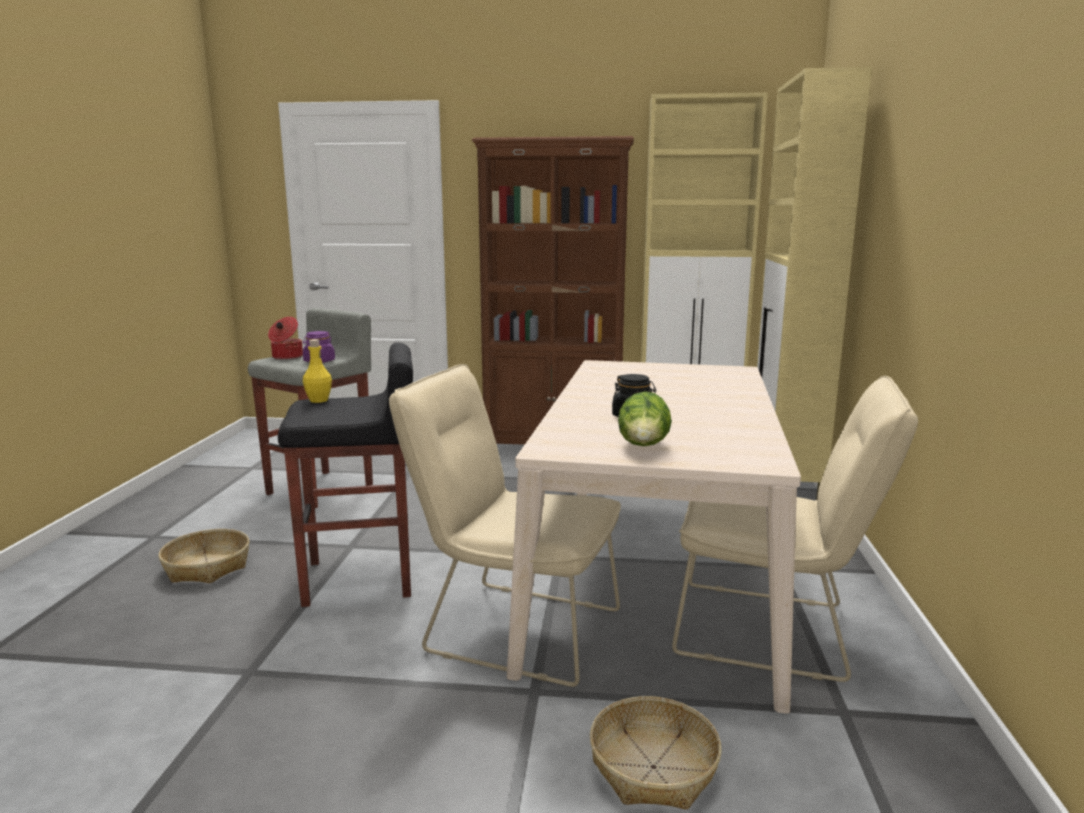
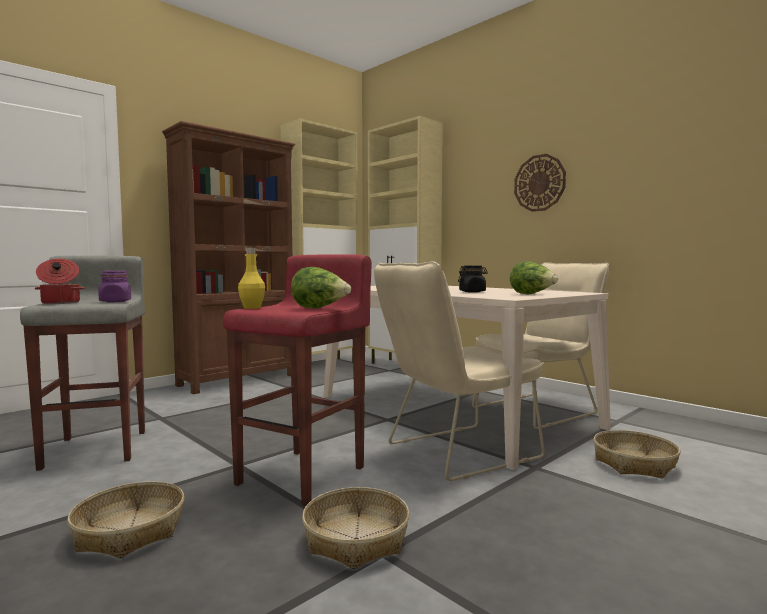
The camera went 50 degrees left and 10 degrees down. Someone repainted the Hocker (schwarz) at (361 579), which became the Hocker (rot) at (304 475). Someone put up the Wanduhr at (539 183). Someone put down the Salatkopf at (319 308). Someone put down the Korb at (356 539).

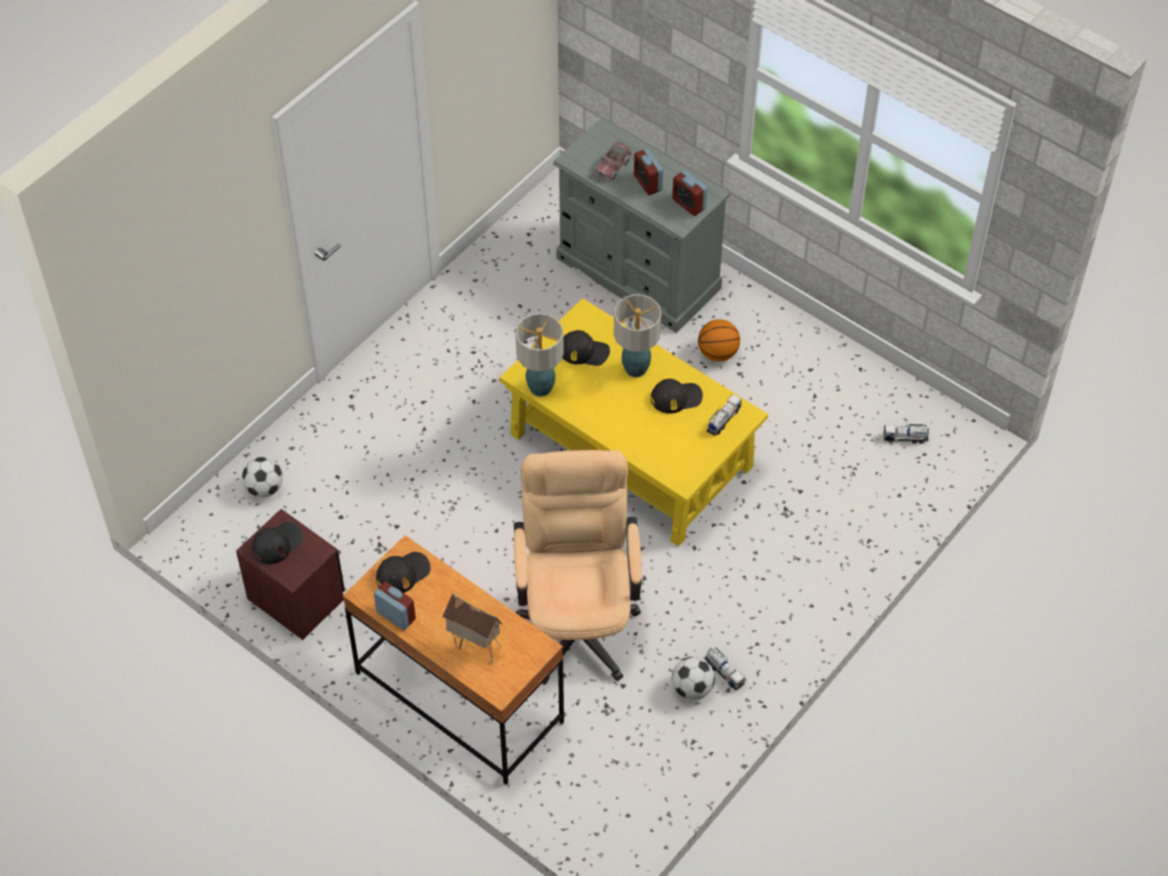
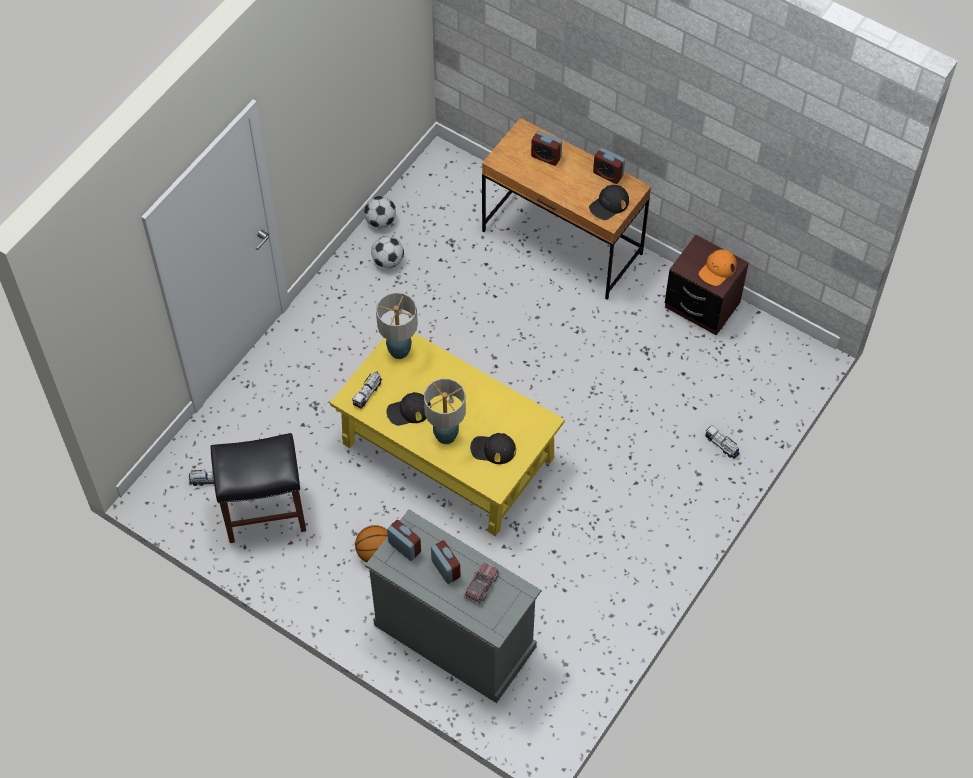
The camera went 175 degrees right and 5 degrees up. Someone carried the Tischlampe from (541 388) to (399 350). Someone took away the Bürostuhl (beige) at (578 620). Someone carried the Fußball from (264 488) to (381 221). Someone repainted the Kappe (schwarz) at (277 543), which became the Kappe (orange) at (717 269). Someone swapped the Spielzeughaus at (474 647) for the Wecker at (546 157). Someone carried the Spielzeuglaster from (724 672) to (721 445). Someone put down the Hocker (schwarz) at (266 511).

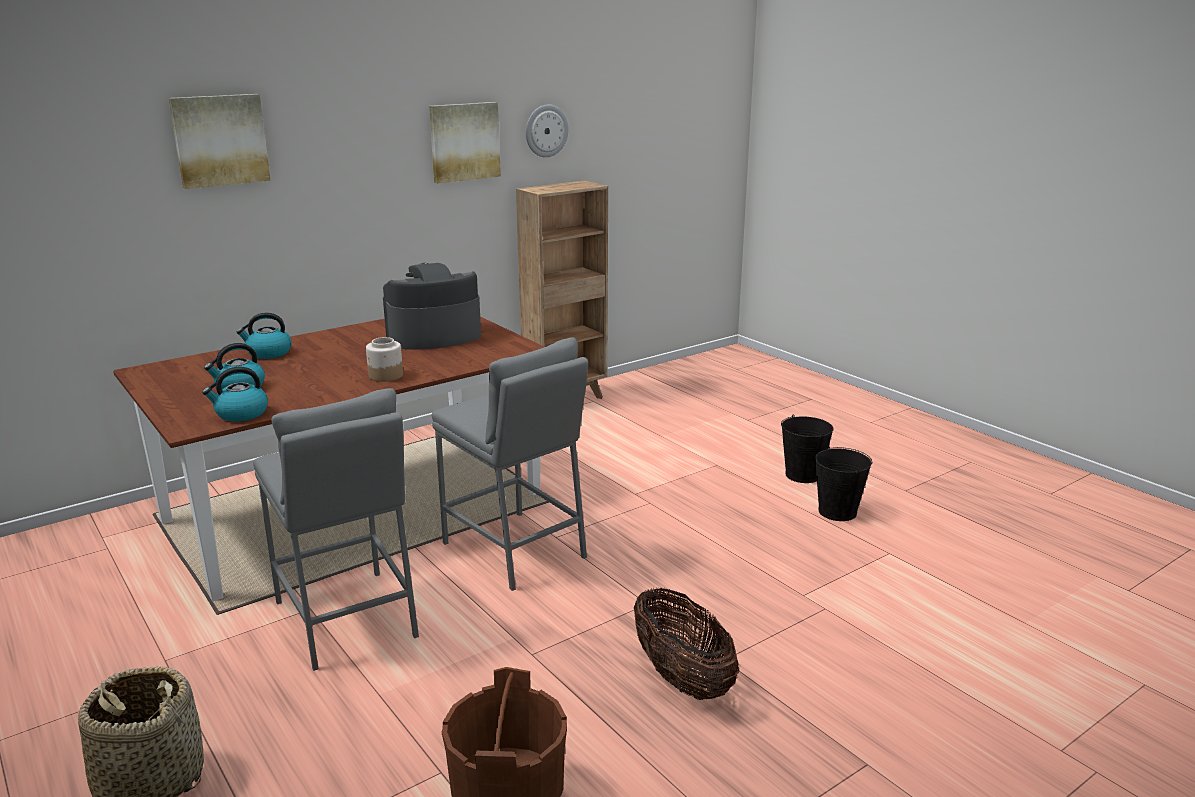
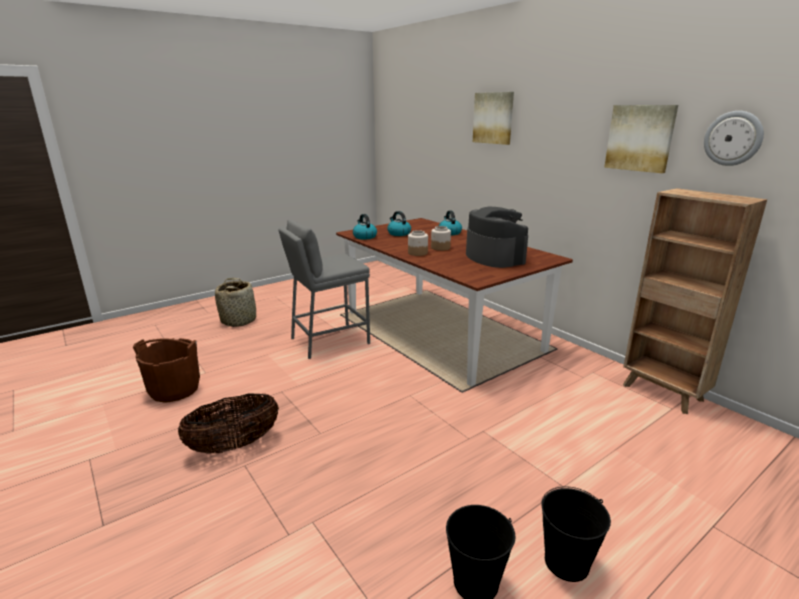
The camera went 90 degrees right and 0 degrees up. Someone took away the Hocker (grau) at (514 550). Someone put down the Vorratsglas at (440 248).

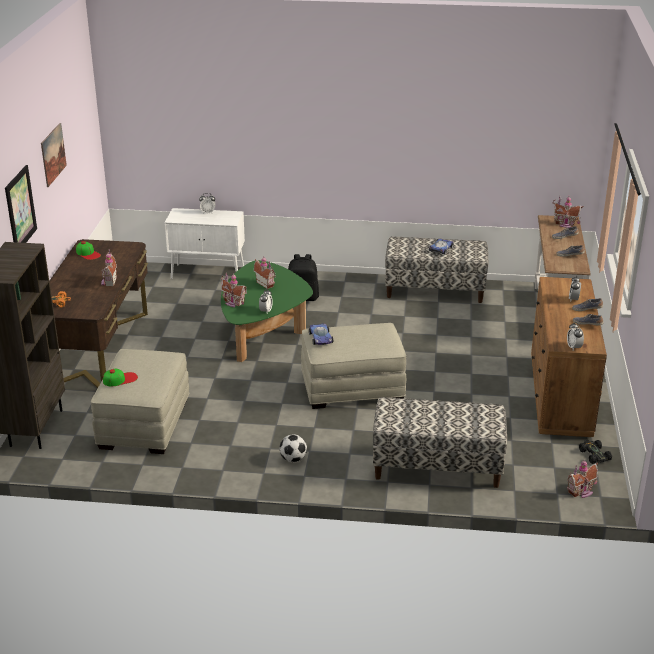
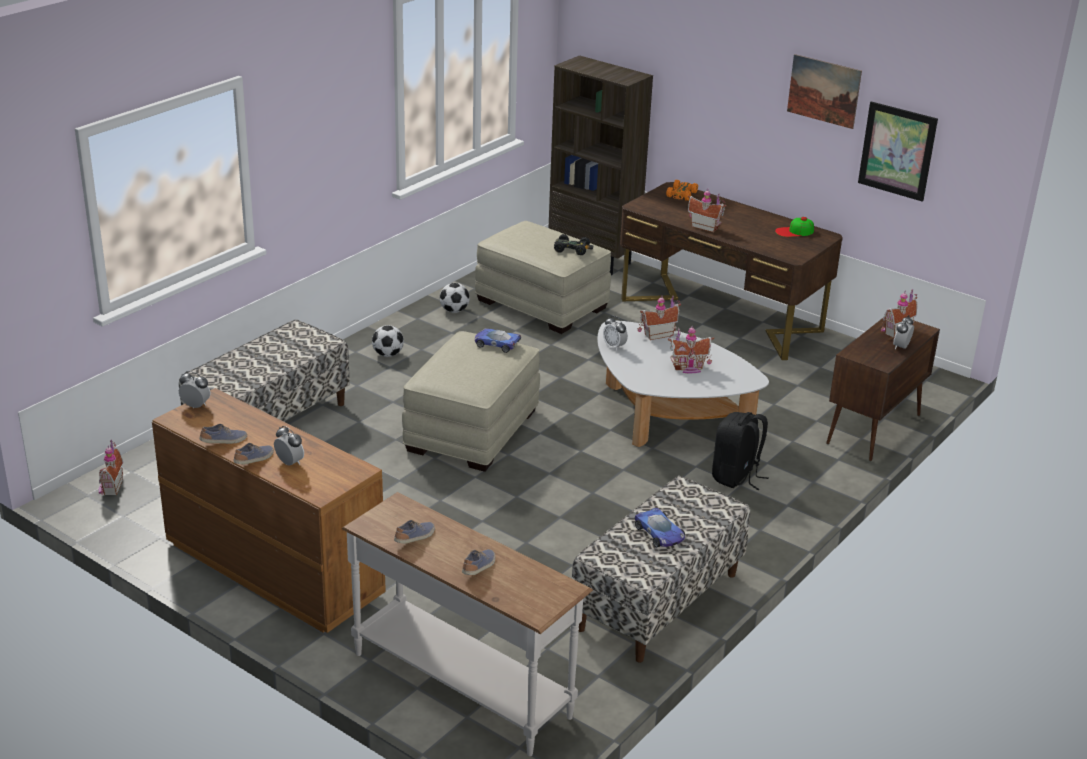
The camera went 120 degrees right and 0 degrees up. Someone carried the Bild from (20 209) to (897 151). Someone carried the Spielzeughaus from (565 224) to (895 331). Someone repainted the Schrank (weiß) at (208 273), which became the Schrank (braun) at (873 430). Someone repainted the Couchtisch (grün) at (263 331), which became the Couchtisch (weiß) at (667 419). Someone took away the Kappe at (120 379). Someone carried the Spielzeugauto (schwarz) from (594 455) to (572 249). Someone put down the Fußball at (454 311).

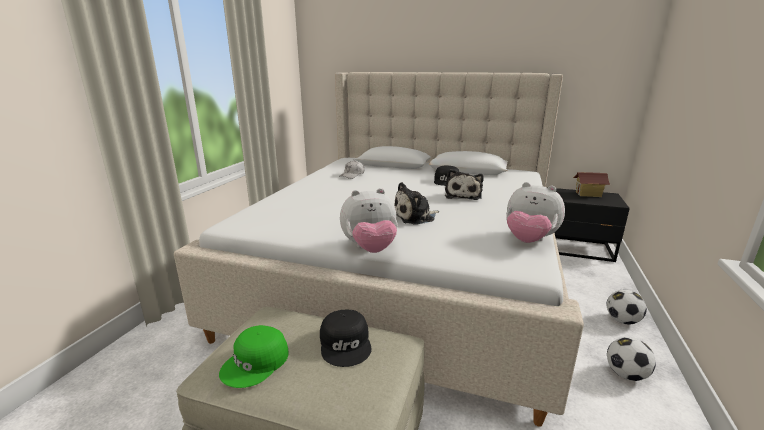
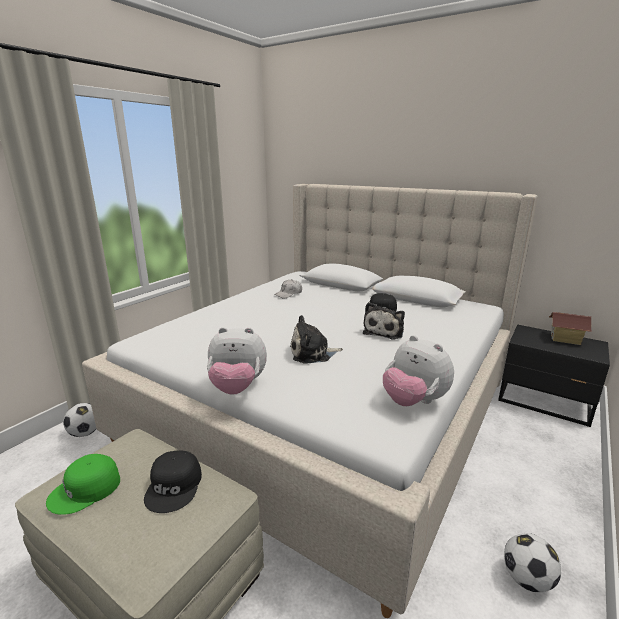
The camera went 15 degrees right and 0 degrees up. Someone carried the Fußball from (622 320) to (85 433).

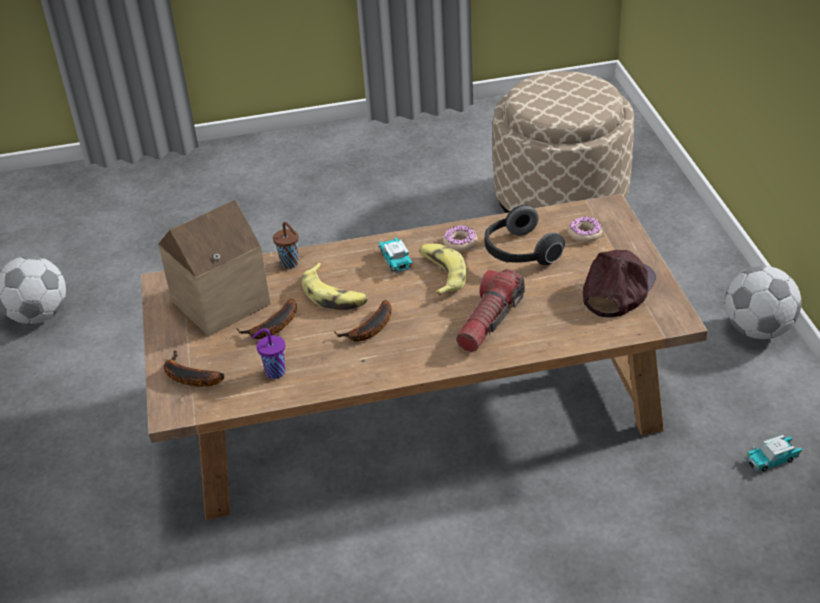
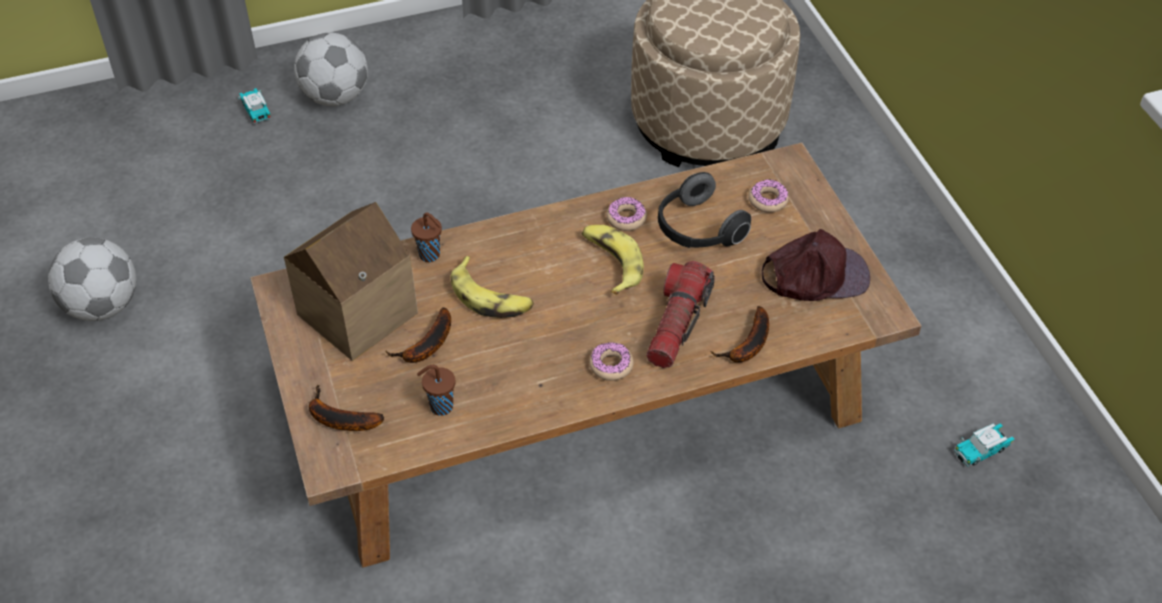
The camera went 10 degrees left and 10 degrees up. Someone carried the Spielzeugauto from (396 261) to (256 111). Someone rotated the Kappe (braun) at (617 289) by 60 degrees clockwise. Someone carried the Fußball from (758 330) to (336 97). Someone carried the Banane from (369 330) to (748 345). Someone repainted the Tasse (lila) at (274 372), which became the Tasse (braun) at (440 407). Someone put down the Donut at (611 365).

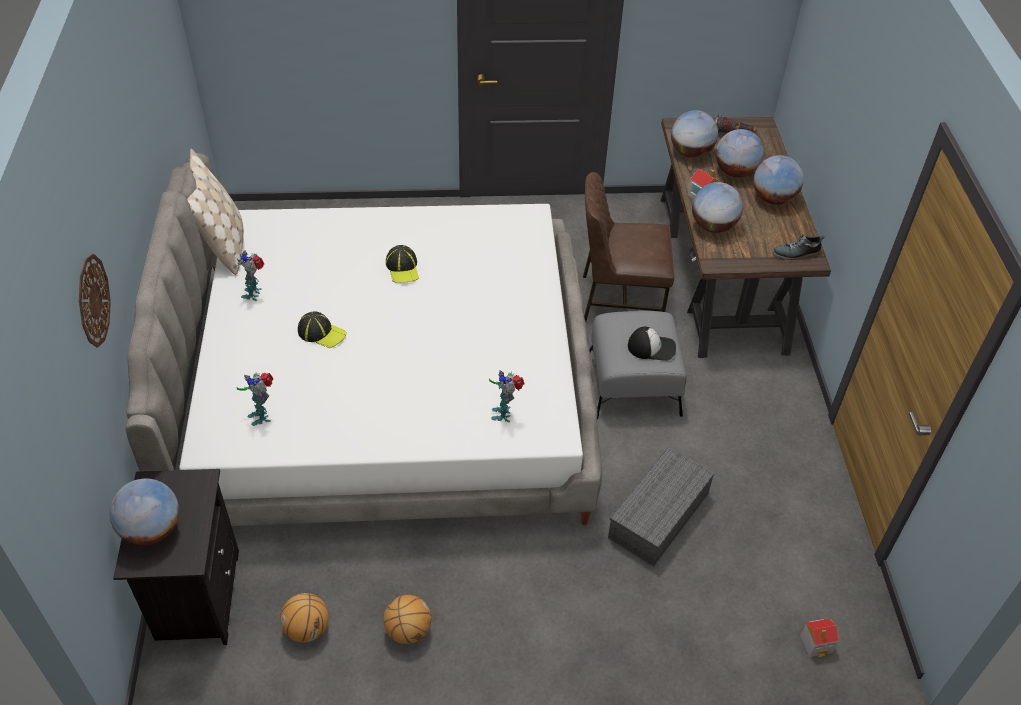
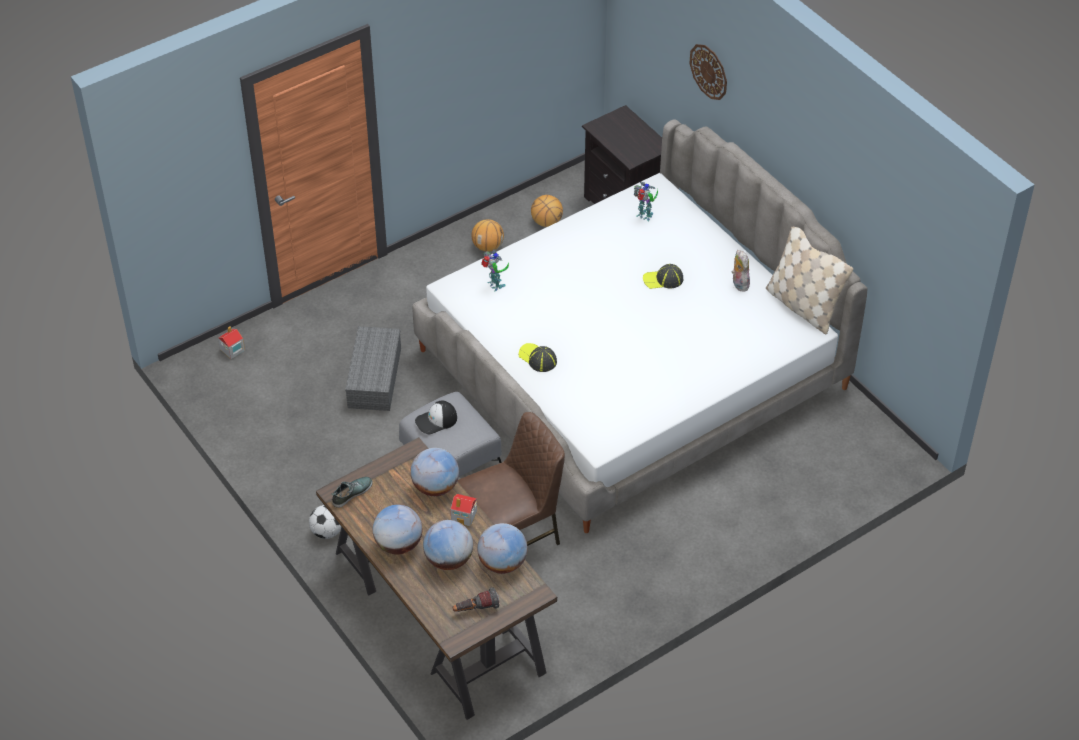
The camera went 150 degrees right and 0 degrees up. Someone carried the Kappe from (403 268) to (537 358). Someone swapped the Spielzeugroboter at (254 293) for the Plüschtier at (739 283). Someone took away the Globus at (151 529). Someone put down the Fußball at (327 532).

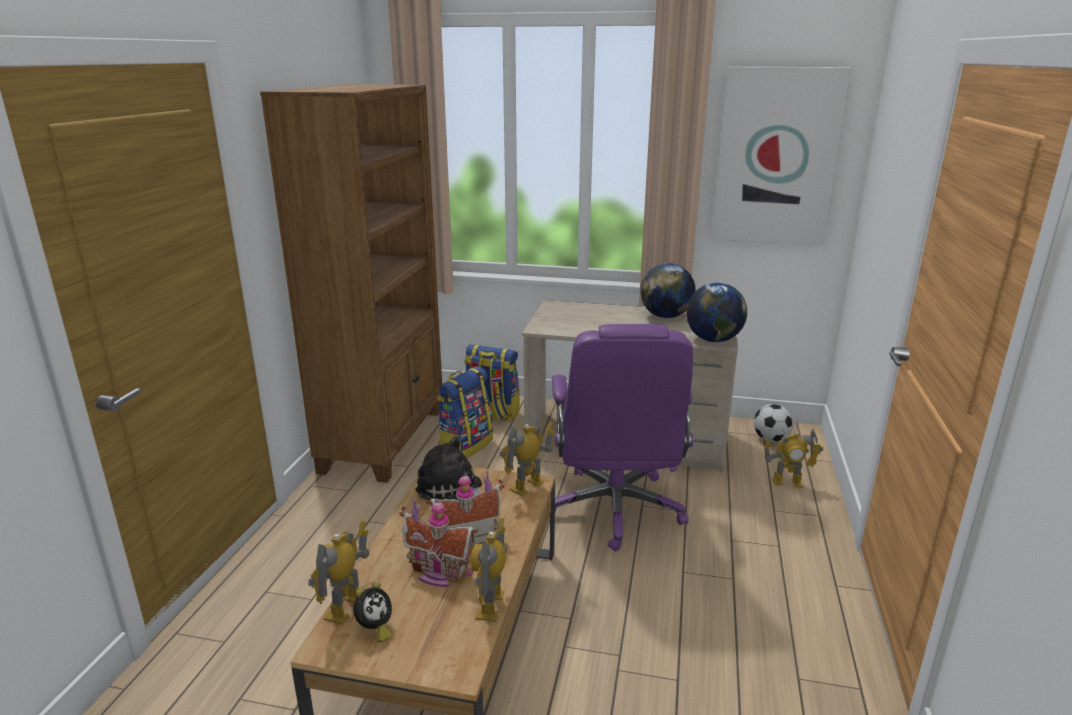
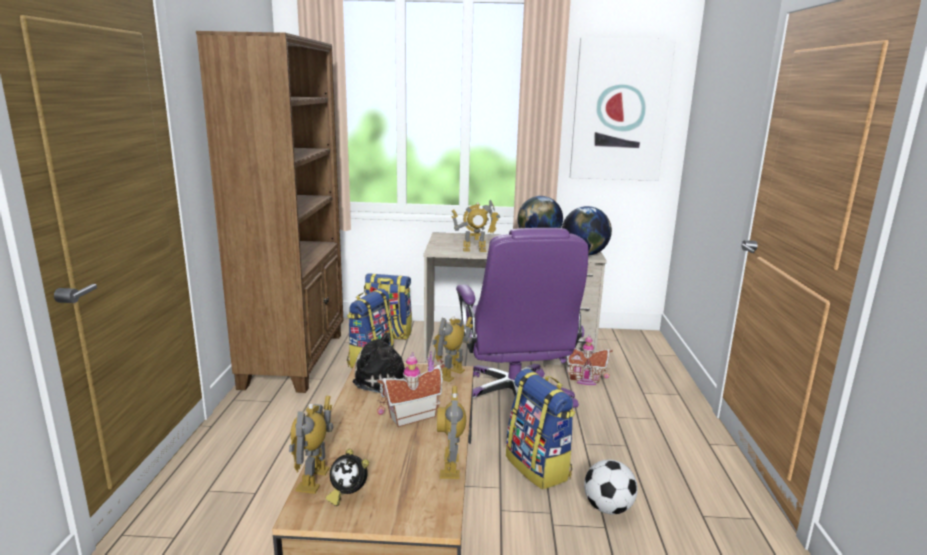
The camera went 10 degrees left and 5 degrees down. Someone carried the Fußball from (771 439) to (608 508). Someone carried the Spielzeugroboter from (787 483) to (474 250). Someone carried the Spielzeughaus from (438 573) to (585 380). Someone rotated the Wecker at (374 629) by 90 degrees clockwise. Someone put down the Rucksack at (539 467).

